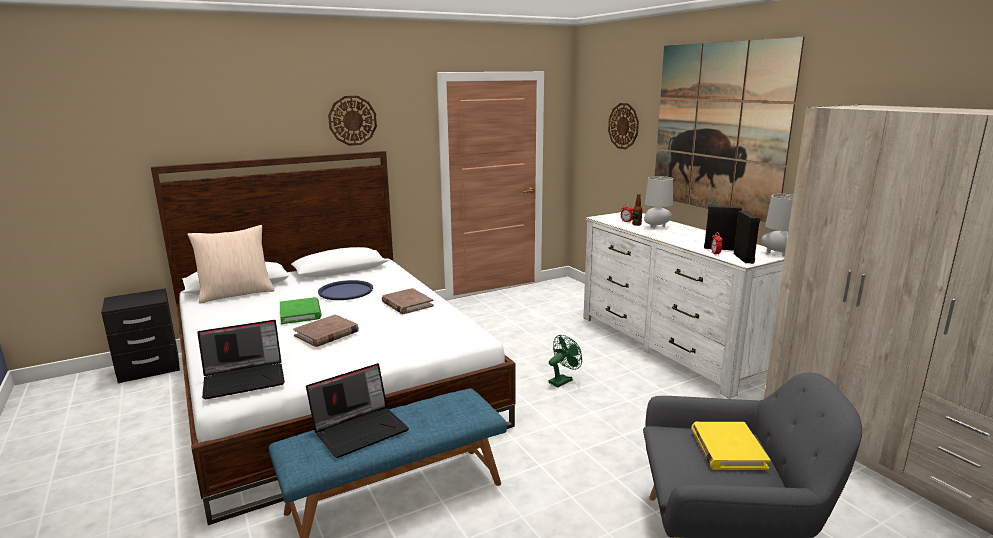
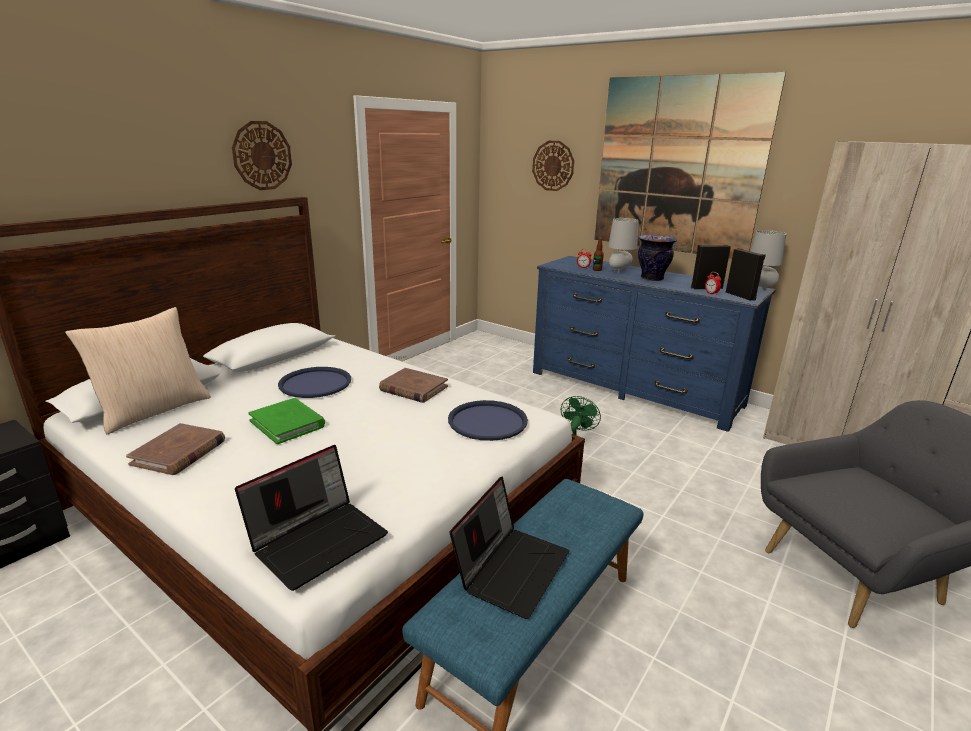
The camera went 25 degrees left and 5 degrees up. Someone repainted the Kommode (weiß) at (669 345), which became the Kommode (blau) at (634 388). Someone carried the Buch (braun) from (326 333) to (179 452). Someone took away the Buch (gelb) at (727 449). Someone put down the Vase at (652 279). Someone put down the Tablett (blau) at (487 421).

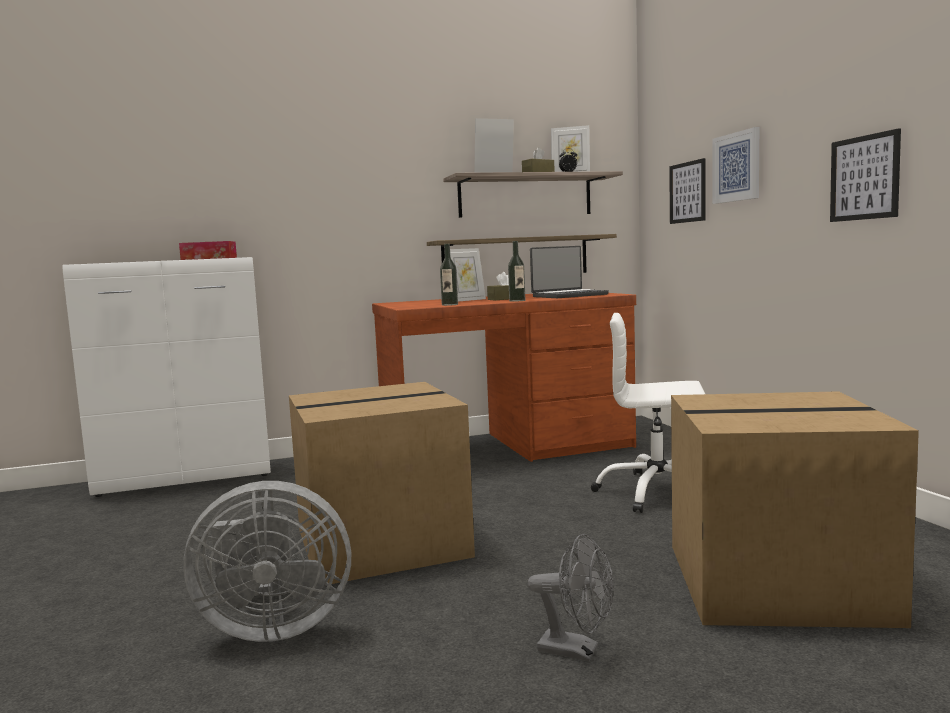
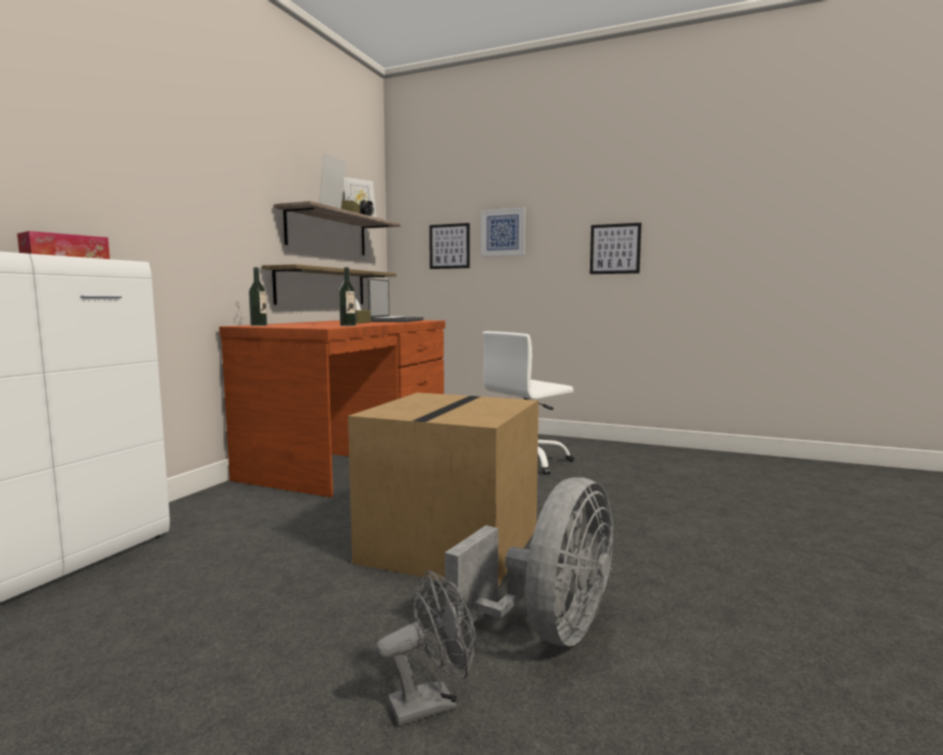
The camera went 50 degrees left and 0 degrees up. Someone carried the Flasche from (517 301) to (258 325). Someone took away the Bilderrahmen at (466 300). Someone took away the Karton at (778 581). Someone carried the Ventilator (grau) from (577 651) to (432 702).

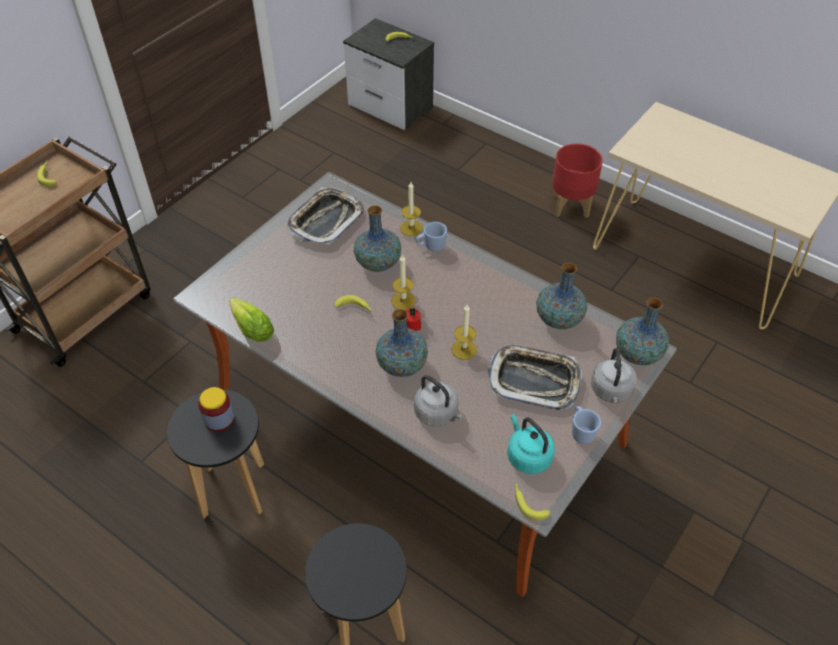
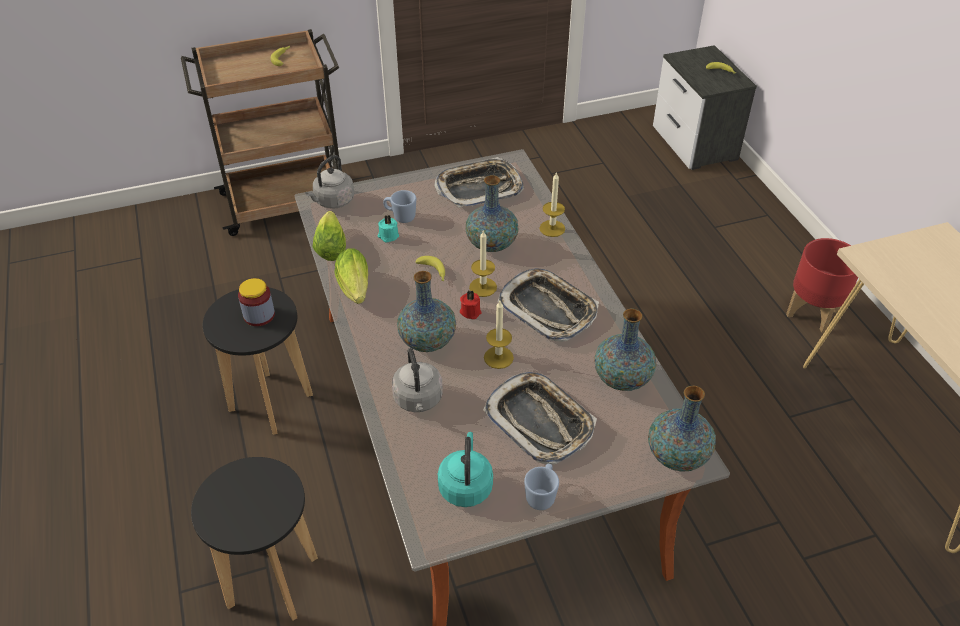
The camera went 35 degrees right and 5 degrees down. Someone carried the Henkelbecher (blau) from (431 247) to (400 217). Someone carried the Wasserkessel (grau) from (611 391) to (333 201). Someone took away the Banane at (528 503). Someone put down the Kerze (türkis) at (388 236). Someone put down the Salatkopf at (355 290). Someone put down the Tablett at (548 309).

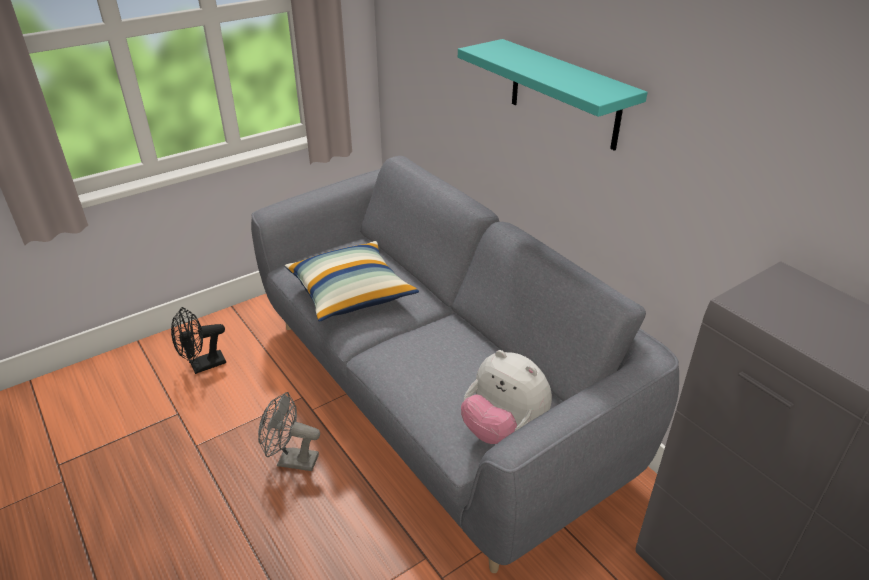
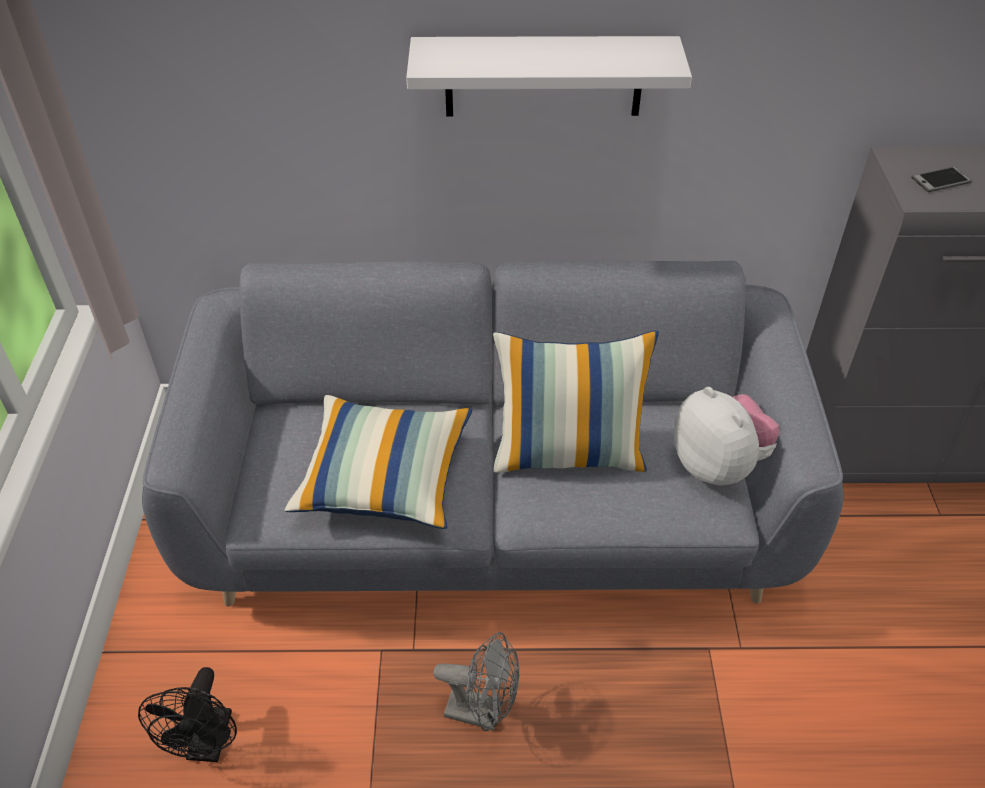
The camera went 55 degrees left and 10 degrees up. Someone repainted the Wandregal (türkis) at (564 94), which became the Wandregal (weiß) at (543 76). Someone rotated the Plüschtier at (503 428) by 105 degrees counterclockwise. Someone rotated the Ventilator (grau) at (291 460) by 120 degrees counterclockwise. Someone put down the Handy at (940 180). Someone put down the Kissen at (569 452).

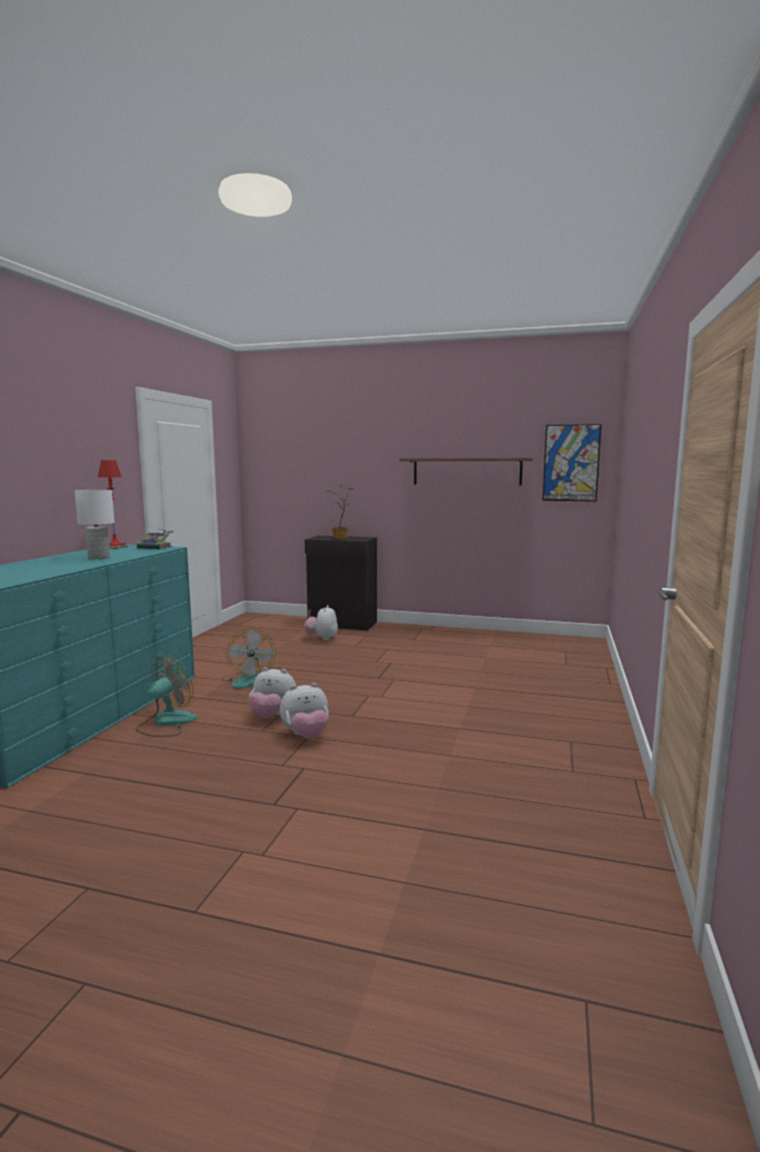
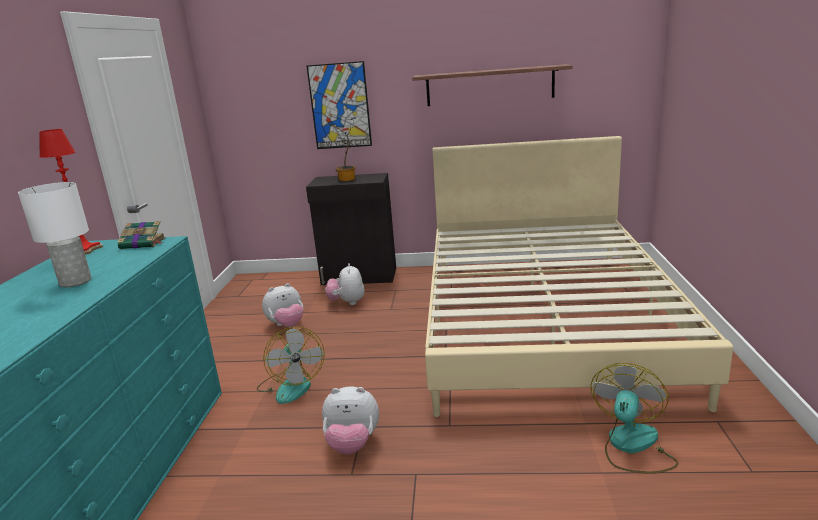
The camera went 10 degrees left and 10 degrees up. Someone carried the Bild from (571 463) to (340 106). Someone carried the Ventilator from (166 723) to (632 446). Someone carried the Plüschtier from (306 735) to (287 325). Someone put down the Bett (beige) at (543 320).

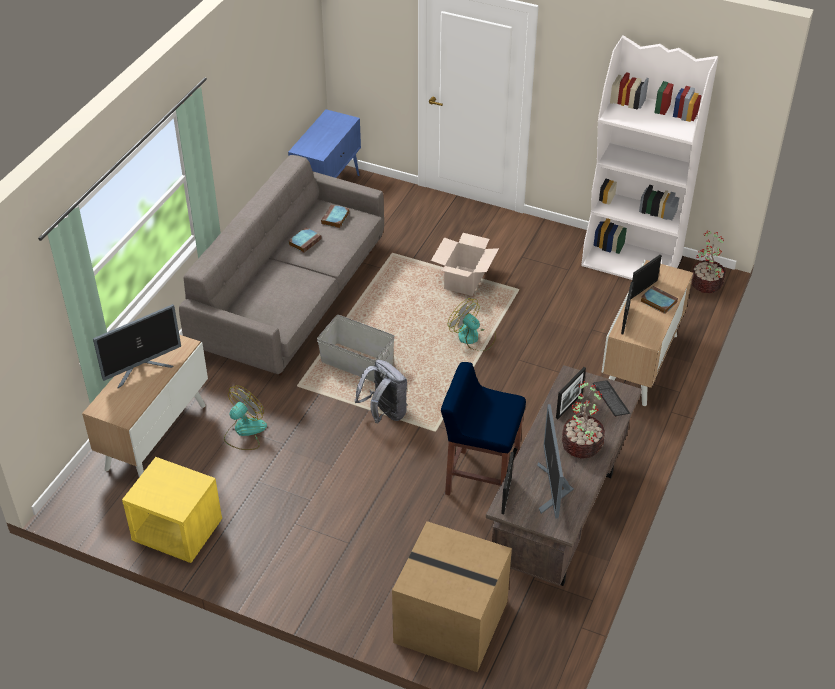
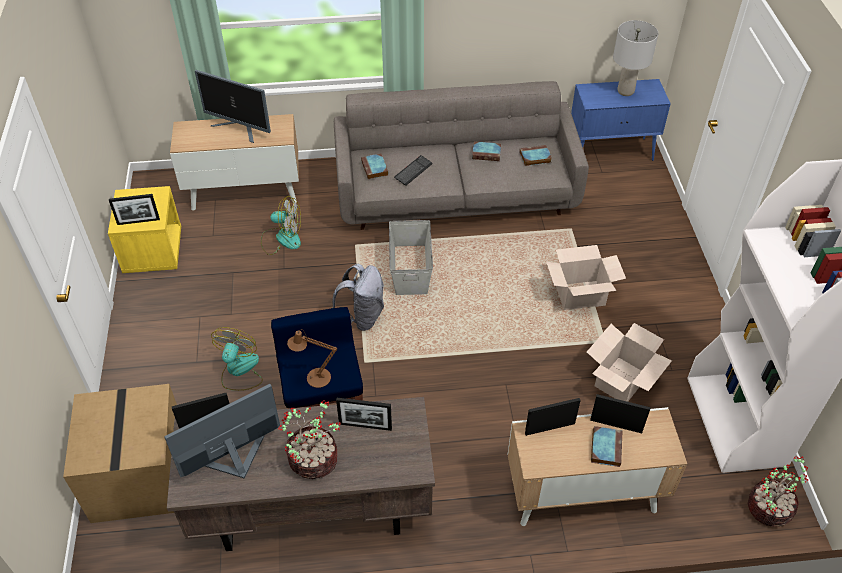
The camera went 60 degrees right and 5 degrees up. Someone carried the Ventilator from (473 338) to (239 371). Someone carried the Tastatur from (611 399) to (413 171). Someone put down the Tischlampe (grau) at (625 91). Someone put down the Buch at (375 169). Someone put down the Bilderrahmen at (138 221). Someone put down the Karton at (621 380). Someone put down the Tischlampe (braun) at (315 378).

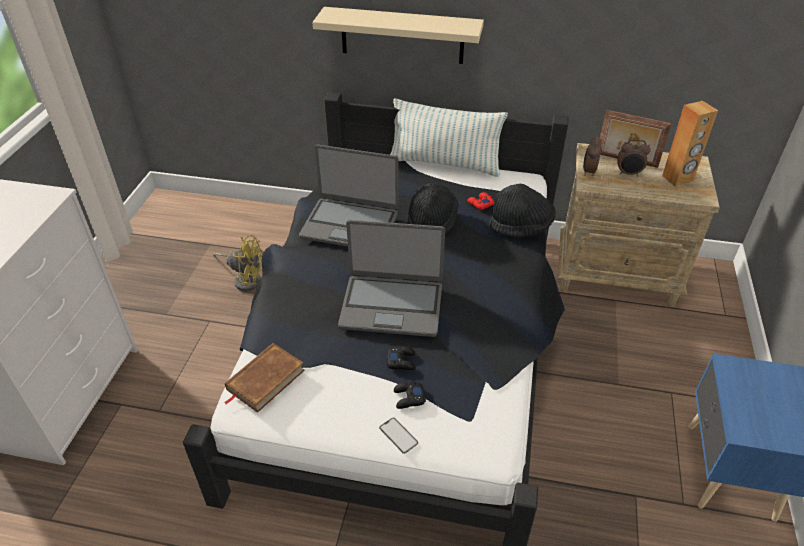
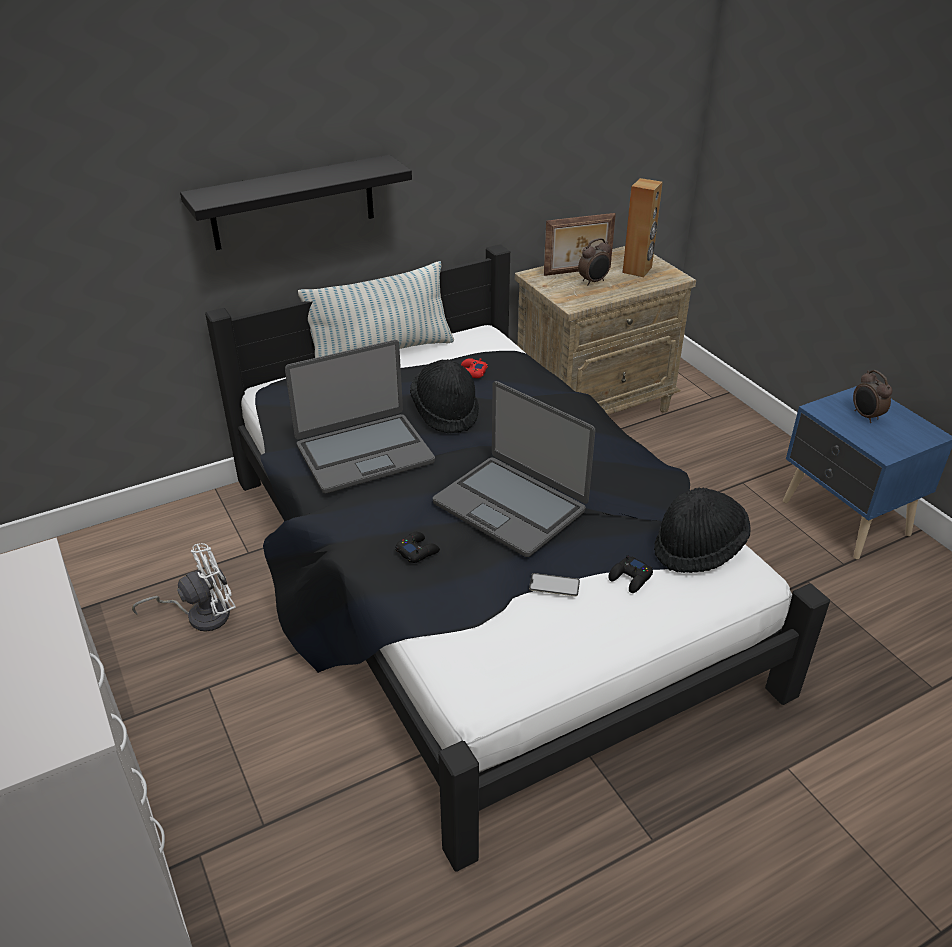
The camera went 40 degrees left and 5 degrees down. Someone repainted the Wandregal (beige) at (402 35), which became the Wandregal (schwarz) at (293 203). Someone carried the Wecker from (588 171) to (865 416). Someone carried the Hut (schwarz) from (521 227) to (698 548). Someone rotated the Laptop at (392 305) by 75 degrees clockwise. Someone repainted the Ventilator (gelb) at (245 279), which became the Ventilator (weiß) at (201 615). Someone took away the Buch (braun) at (265 380). Someone carried the Gamepad (schwarz) from (401 361) to (417 551). Someone carried the Handy from (398 435) to (554 585).

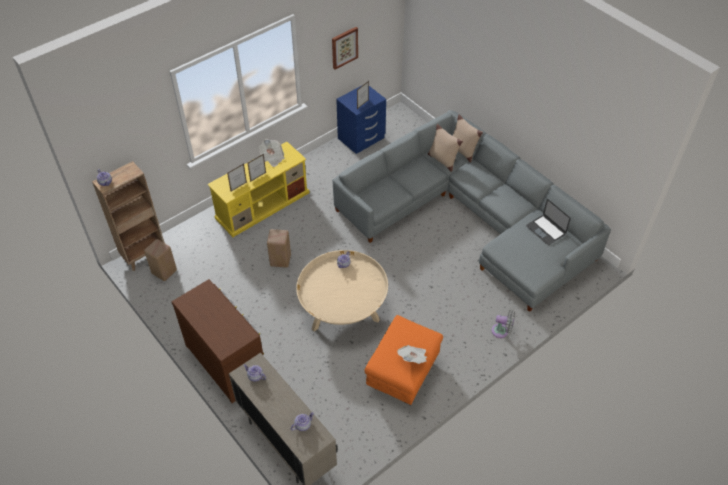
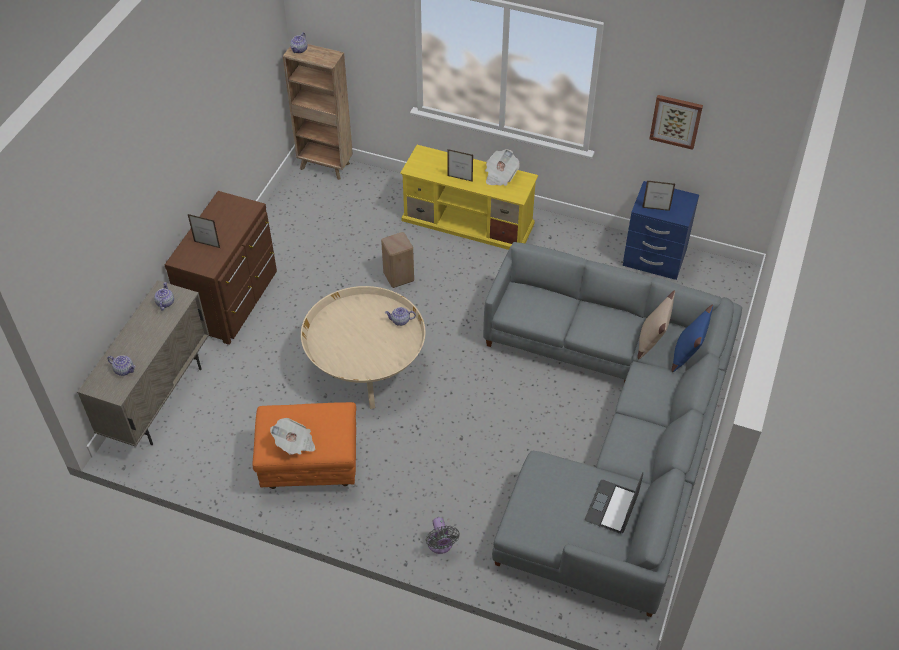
The camera went 60 degrees right and 0 degrees up. Someone repainted the Kissen (beige) at (462 150), which became the Kissen (blau) at (687 354). Someone carried the Bilderrahmen from (238 187) to (207 244). Someone took away the Hocker (beige) at (163 272).

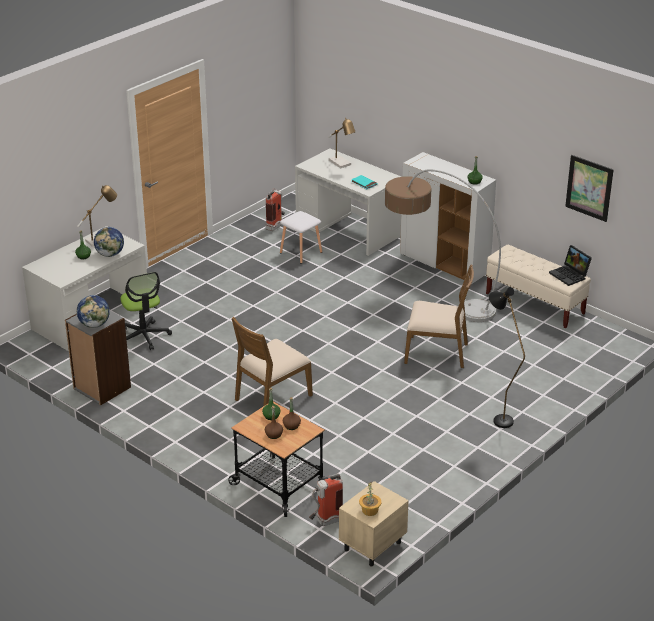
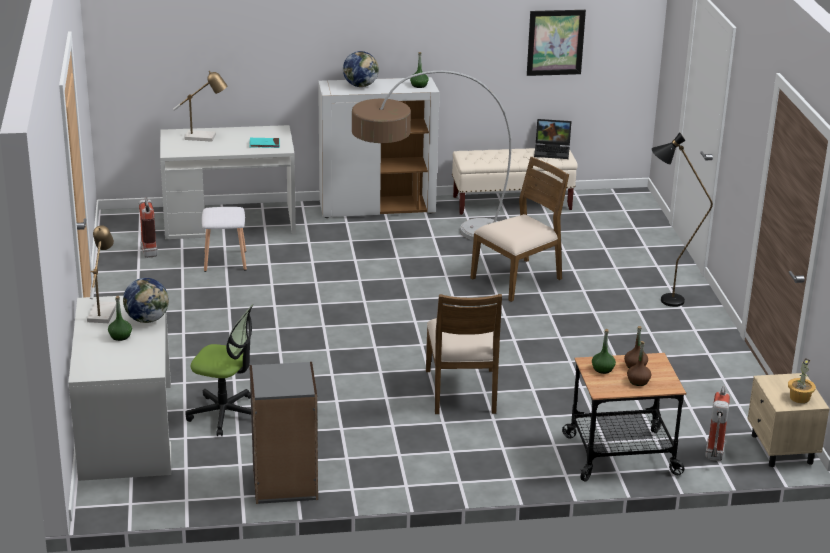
The camera went 50 degrees left and 5 degrees down. Someone carried the Globus from (94 325) to (360 85).

